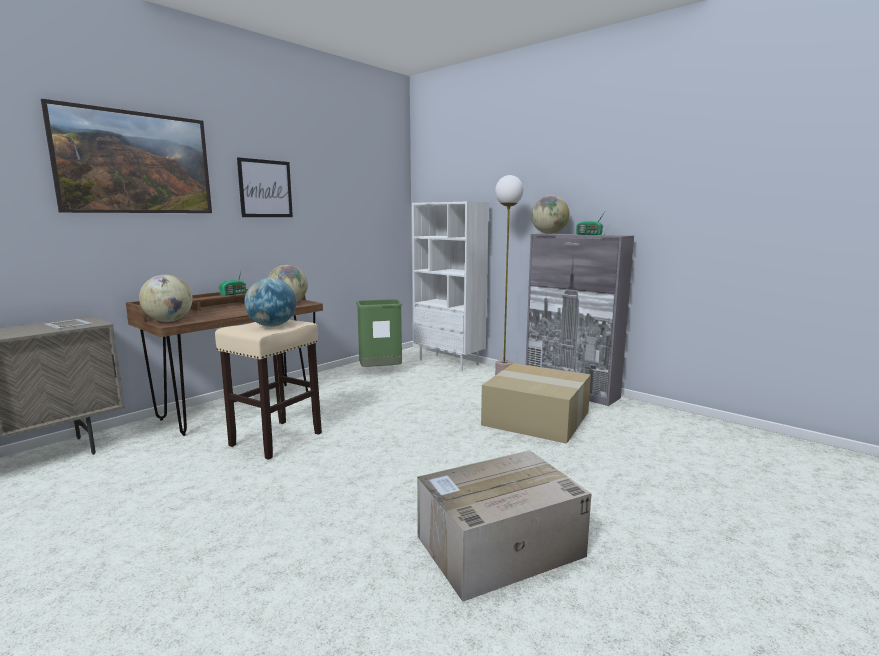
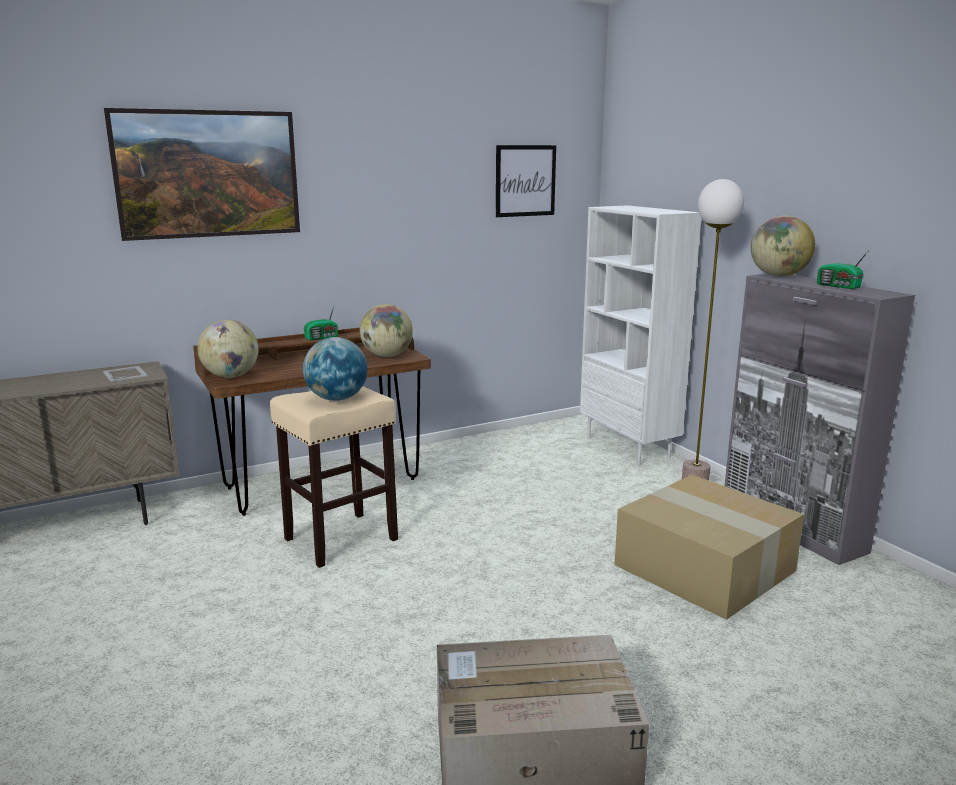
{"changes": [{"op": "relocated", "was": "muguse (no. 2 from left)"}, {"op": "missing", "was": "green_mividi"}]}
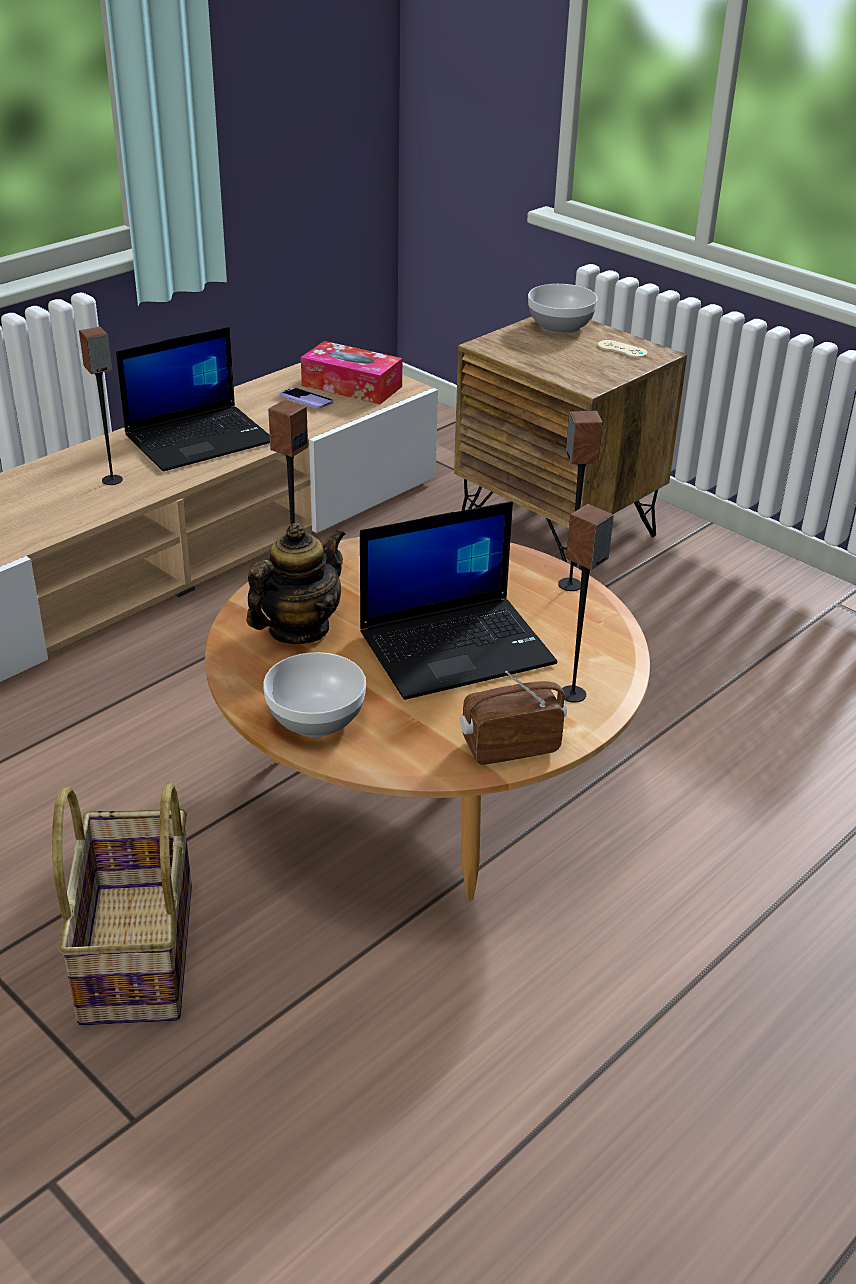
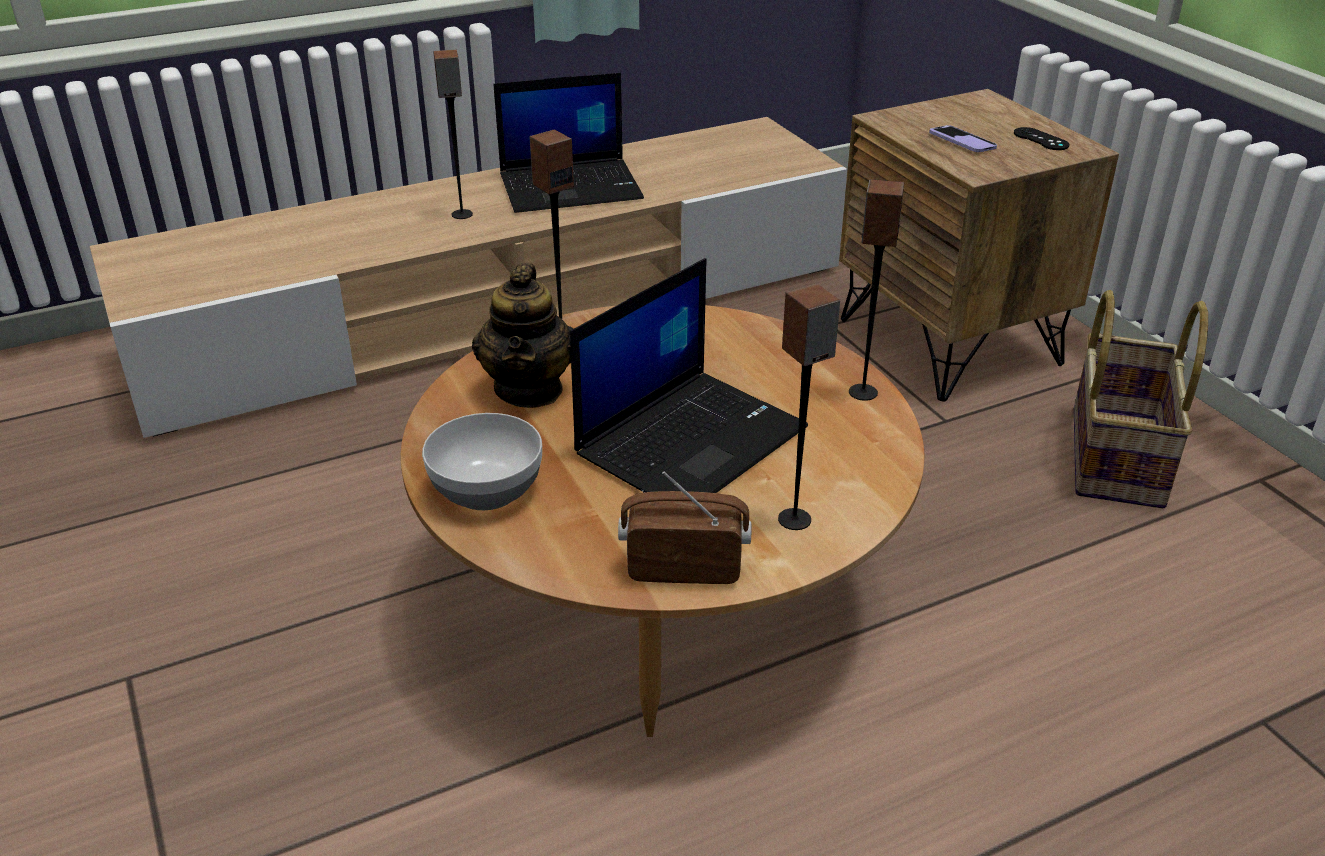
{"changes": [{"op": "spun", "was": "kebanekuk", "clockwise": 120}, {"op": "spun", "was": "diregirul (no. 2 from left)", "clockwise": -45}, {"op": "relocated", "was": "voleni"}, {"op": "colour", "was": "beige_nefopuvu", "now": "black_nefopuvu"}, {"op": "relocated", "was": "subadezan"}, {"op": "missing", "was": "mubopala"}, {"op": "missing", "was": "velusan (no. 2 from left)"}]}
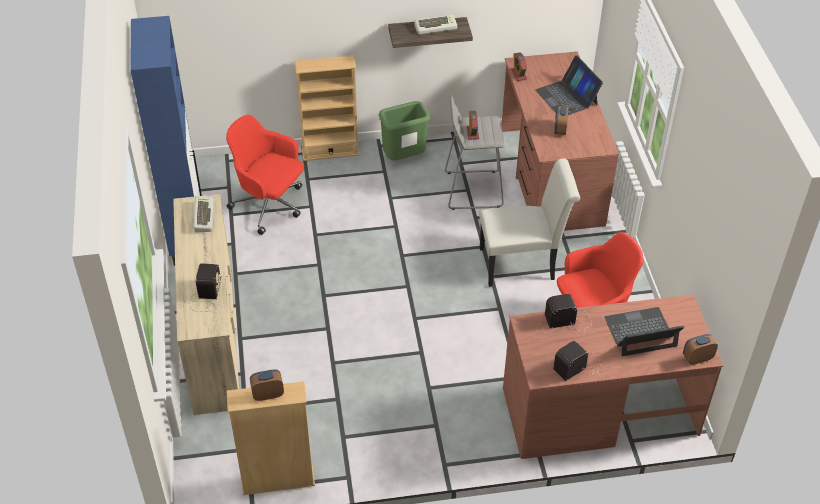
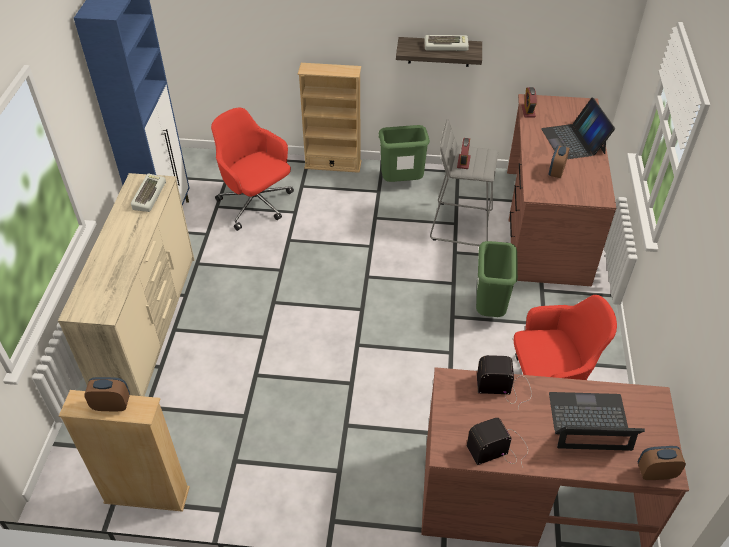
{"changes": [{"op": "exchanged", "was": "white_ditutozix", "now": "green_mividi (no. 2 from left)"}, {"op": "missing", "was": "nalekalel (no. 1 from left)"}]}
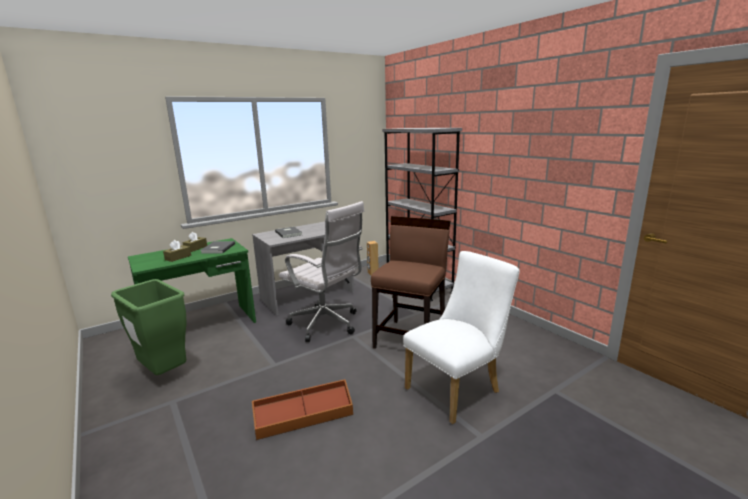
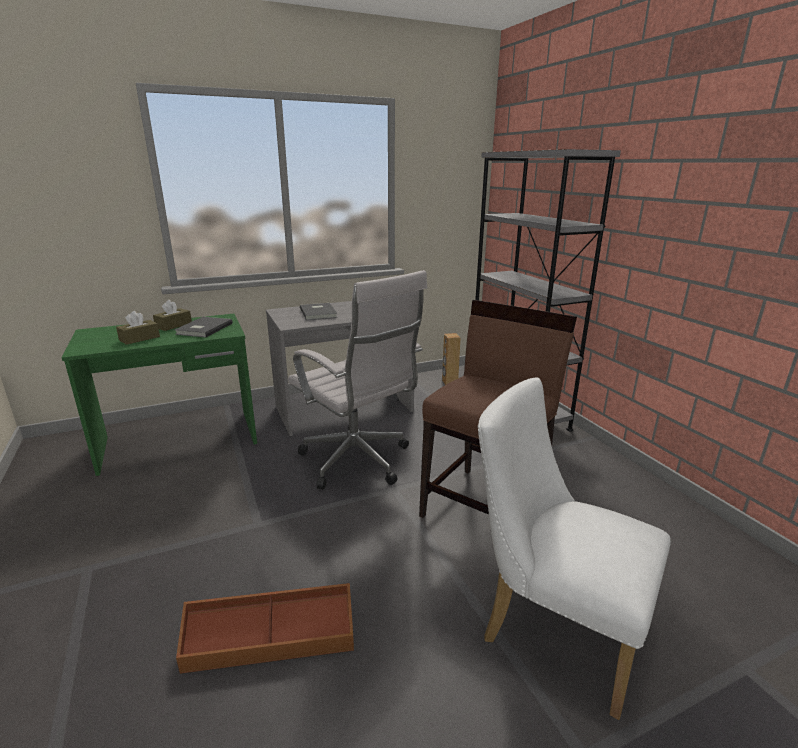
{"changes": [{"op": "spun", "was": "white_ditutozix", "clockwise": -120}, {"op": "missing", "was": "green_mividi"}]}
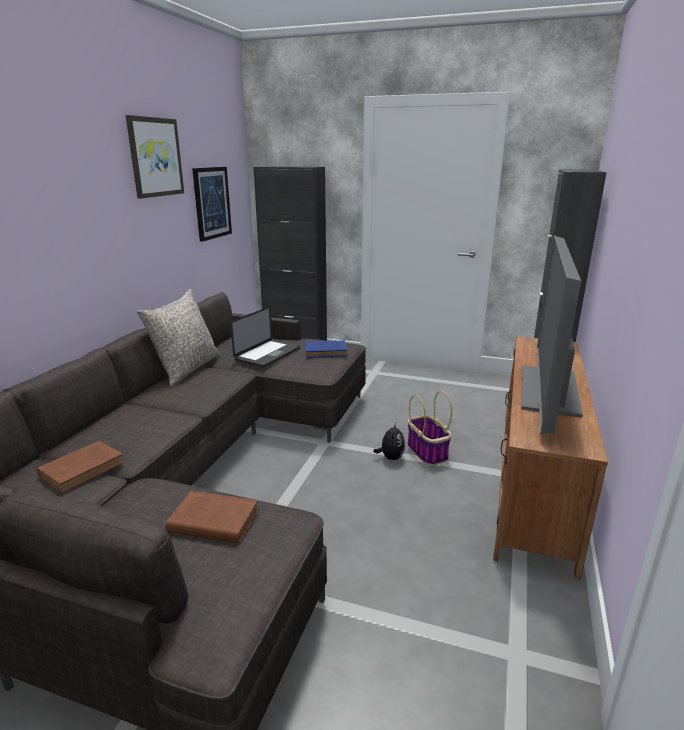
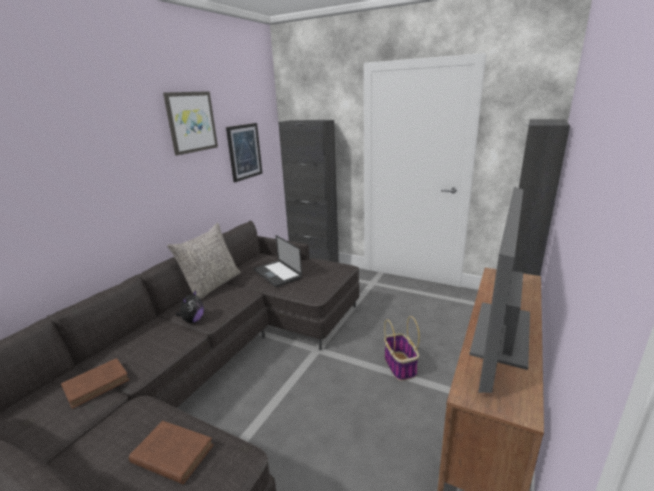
{"changes": [{"op": "relocated", "was": "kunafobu"}, {"op": "spun", "was": "diregirul", "clockwise": 105}, {"op": "missing", "was": "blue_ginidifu"}]}
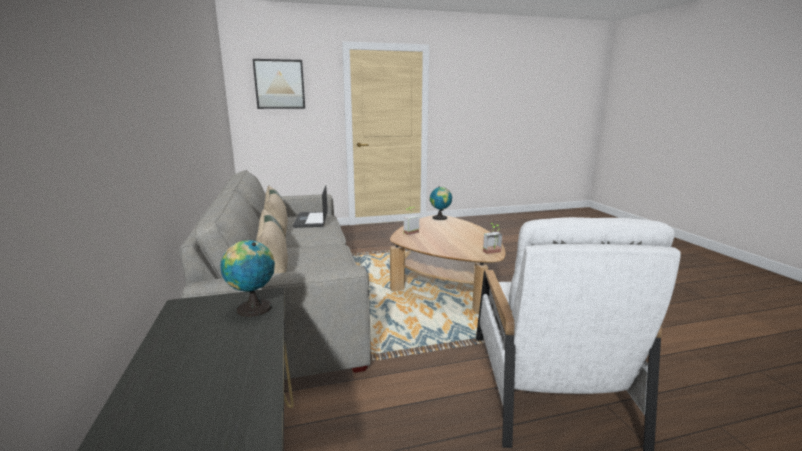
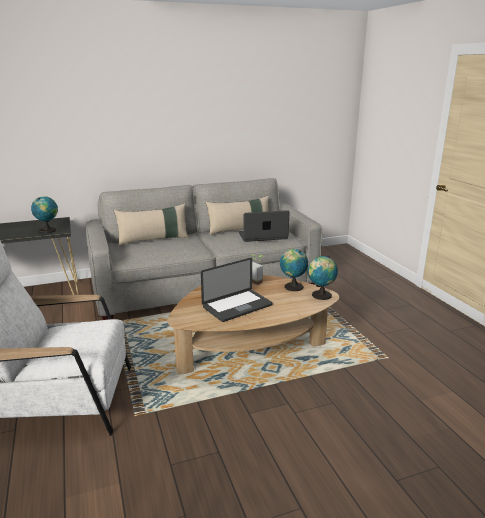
{"changes": [{"op": "appeared", "now": "diregirul (no. 1 from left)"}, {"op": "appeared", "now": "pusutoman (no. 2 from left)"}, {"op": "missing", "was": "muguse"}, {"op": "missing", "was": "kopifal (no. 2 from left)"}]}
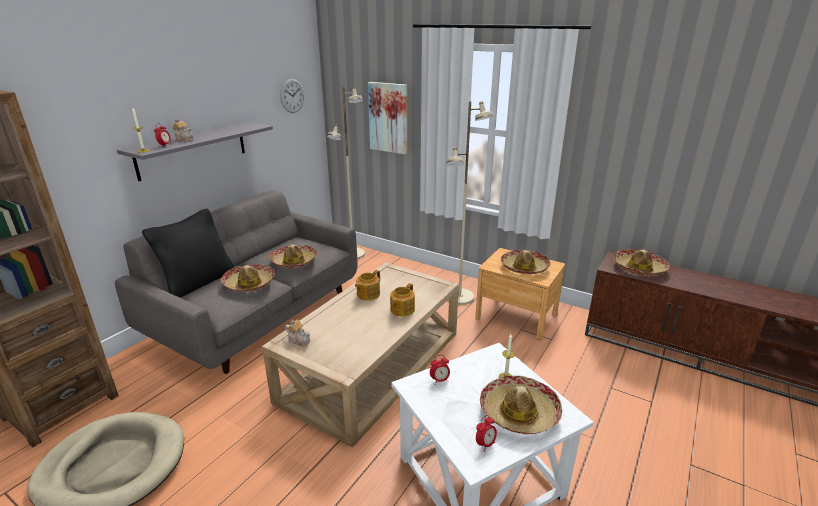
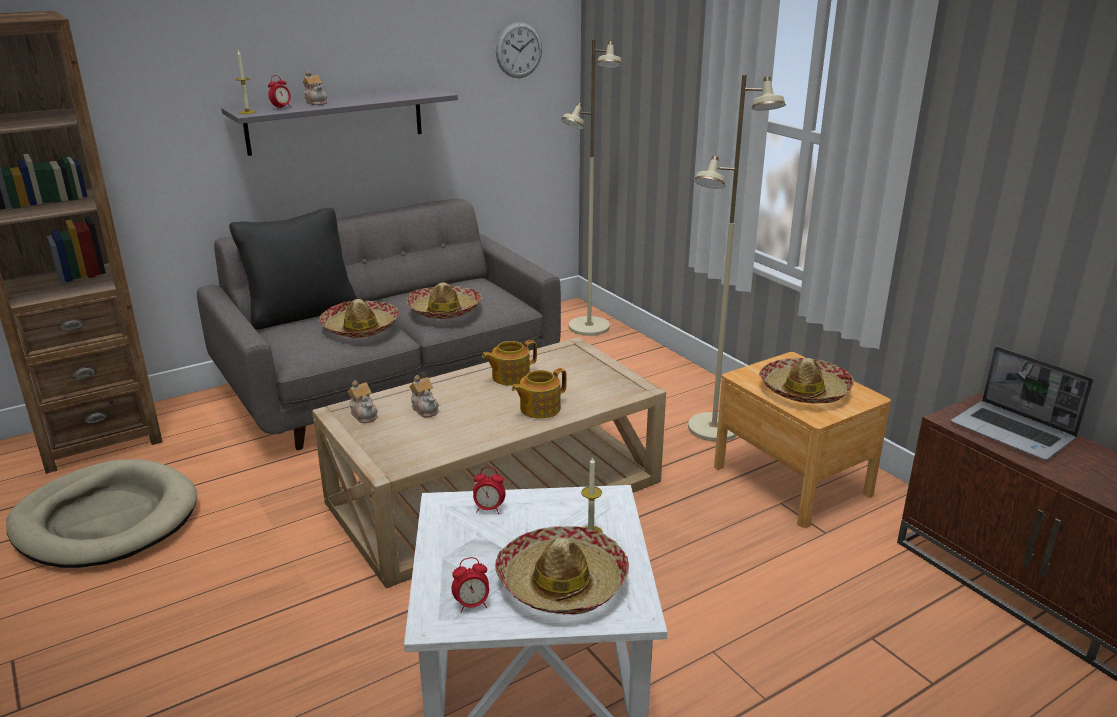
{"changes": [{"op": "appeared", "now": "kebanekuk (no. 3 from left)"}, {"op": "exchanged", "was": "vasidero (no. 5 from left)", "now": "diregirul"}, {"op": "missing", "was": "muguse"}]}
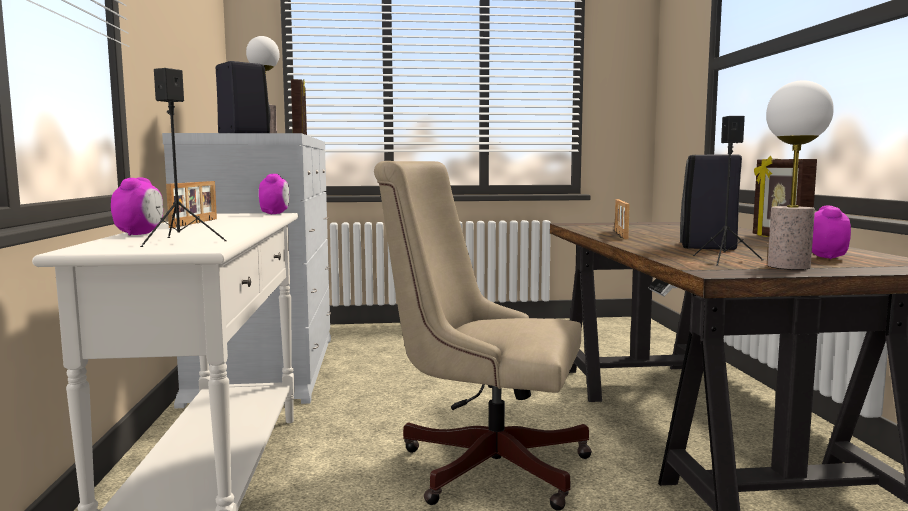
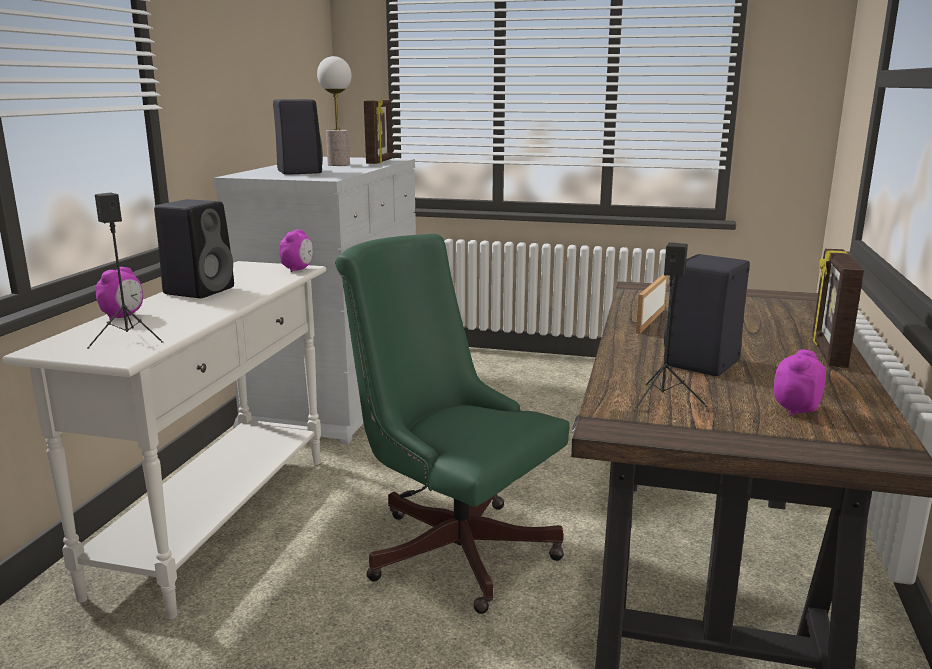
{"changes": [{"op": "exchanged", "was": "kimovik (no. 1 from left)", "now": "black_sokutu (no. 2 from left)"}, {"op": "colour", "was": "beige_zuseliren", "now": "green_zuseliren"}, {"op": "missing", "was": "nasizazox (no. 2 from left)"}]}
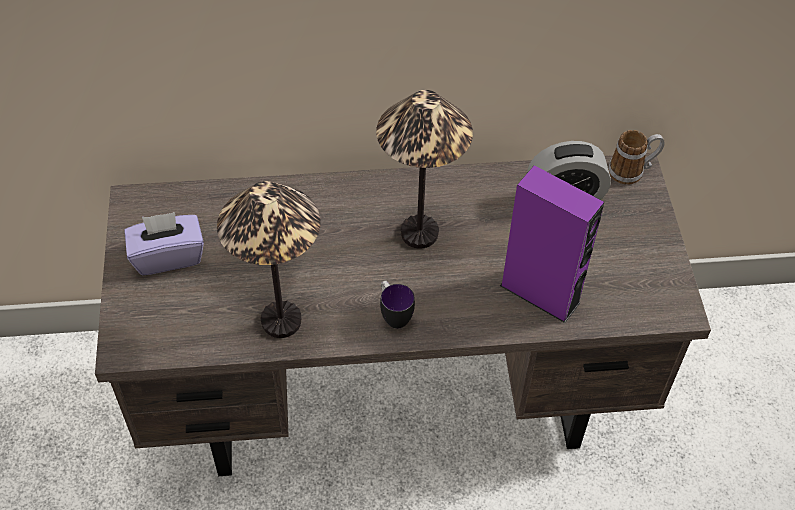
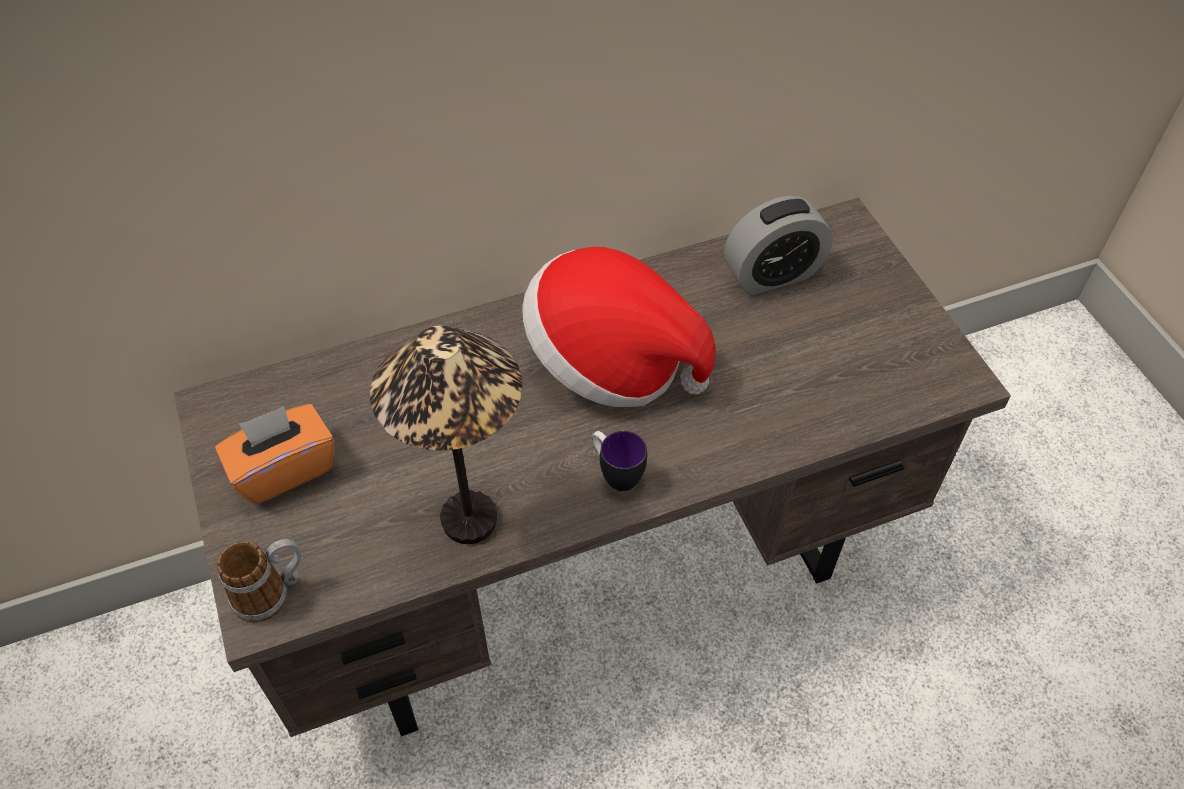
{"changes": [{"op": "colour", "was": "purple_mubopala", "now": "orange_mubopala"}, {"op": "relocated", "was": "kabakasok (no. 2 from left in the first image)", "now": "kabakasok (no. 1 from left)"}, {"op": "exchanged", "was": "nasizazox (no. 2 from left)", "now": "vasidero"}, {"op": "missing", "was": "purple_sokutu"}]}
